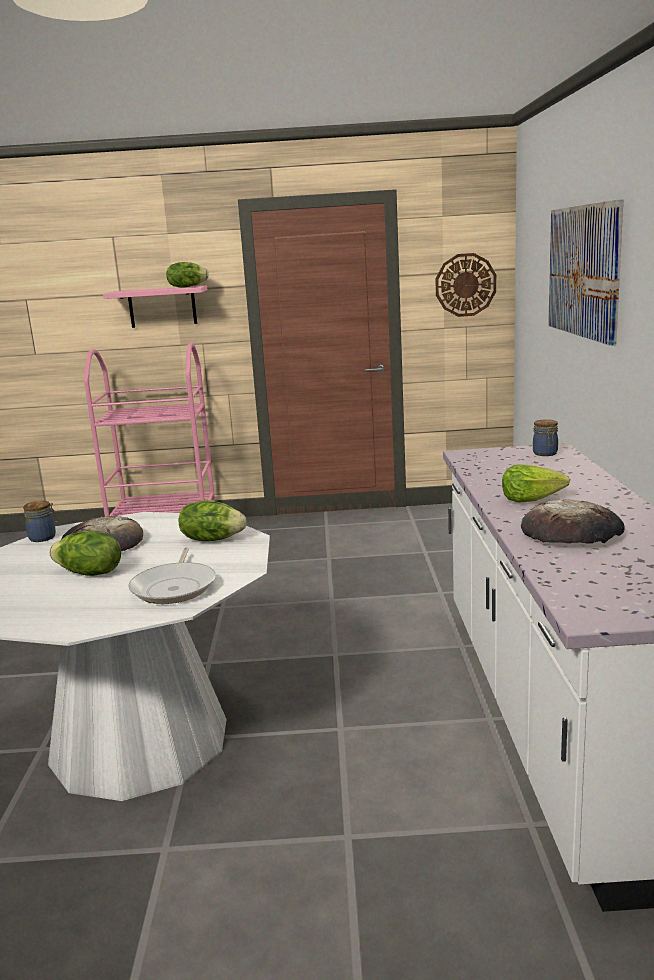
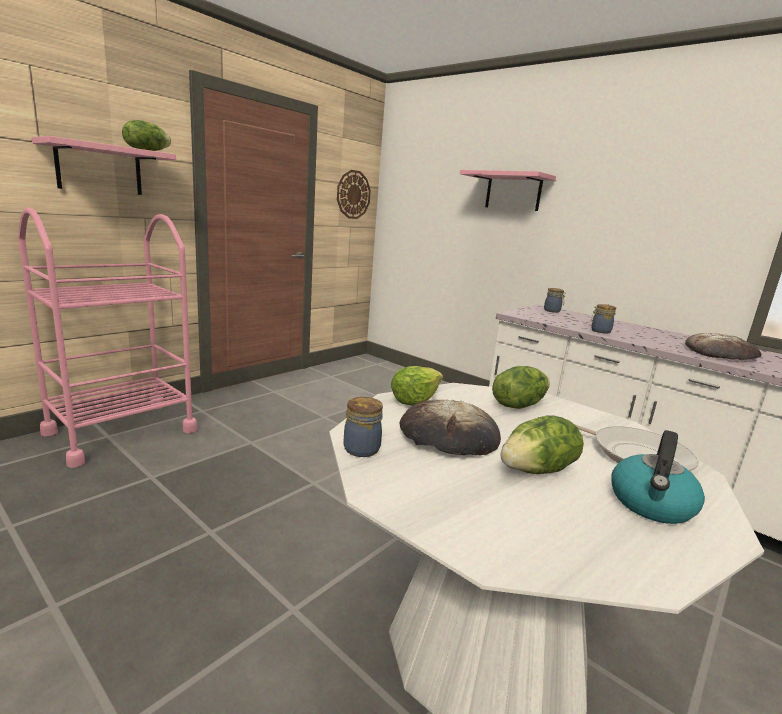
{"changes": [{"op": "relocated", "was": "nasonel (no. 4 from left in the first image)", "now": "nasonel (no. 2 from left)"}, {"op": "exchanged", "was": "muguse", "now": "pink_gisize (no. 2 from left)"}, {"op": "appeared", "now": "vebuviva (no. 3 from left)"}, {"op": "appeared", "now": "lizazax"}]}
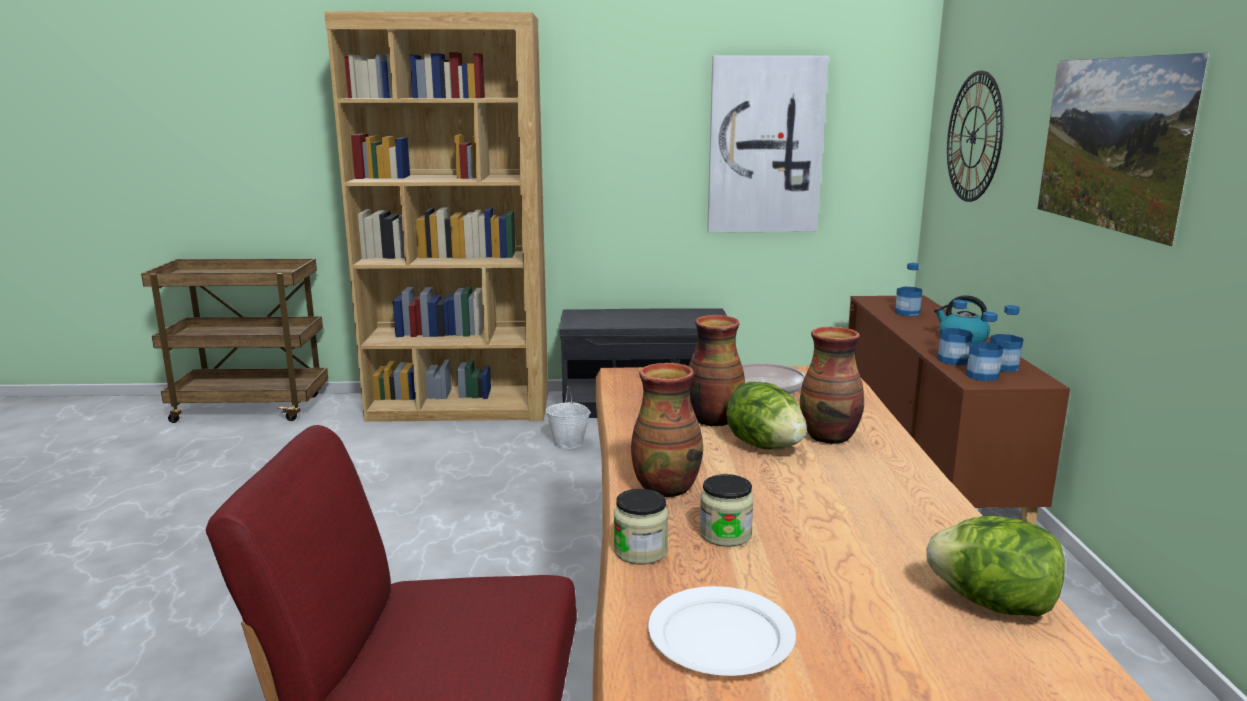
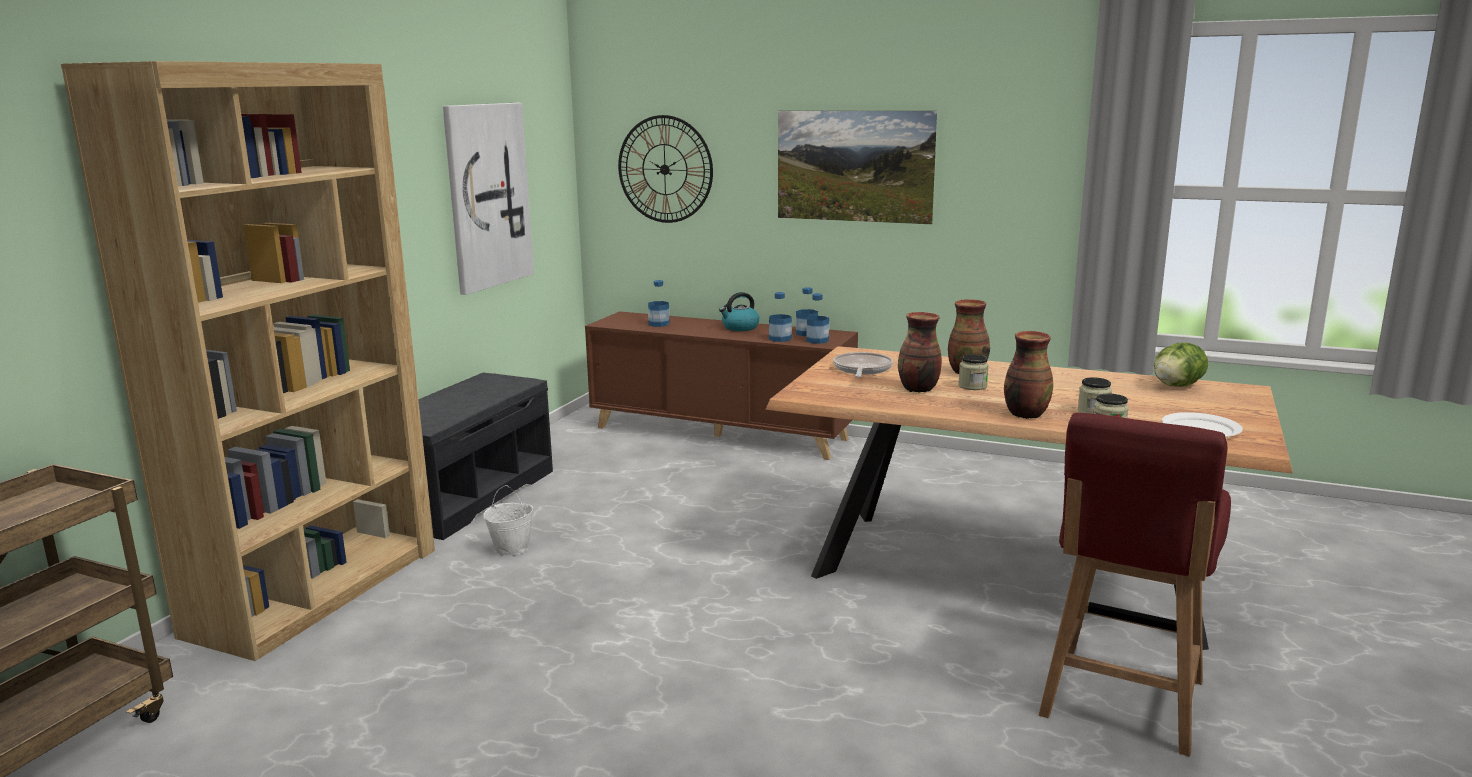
{"changes": [{"op": "exchanged", "was": "nasonel (no. 1 from left)", "now": "vebuviva (no. 1 from left)"}]}
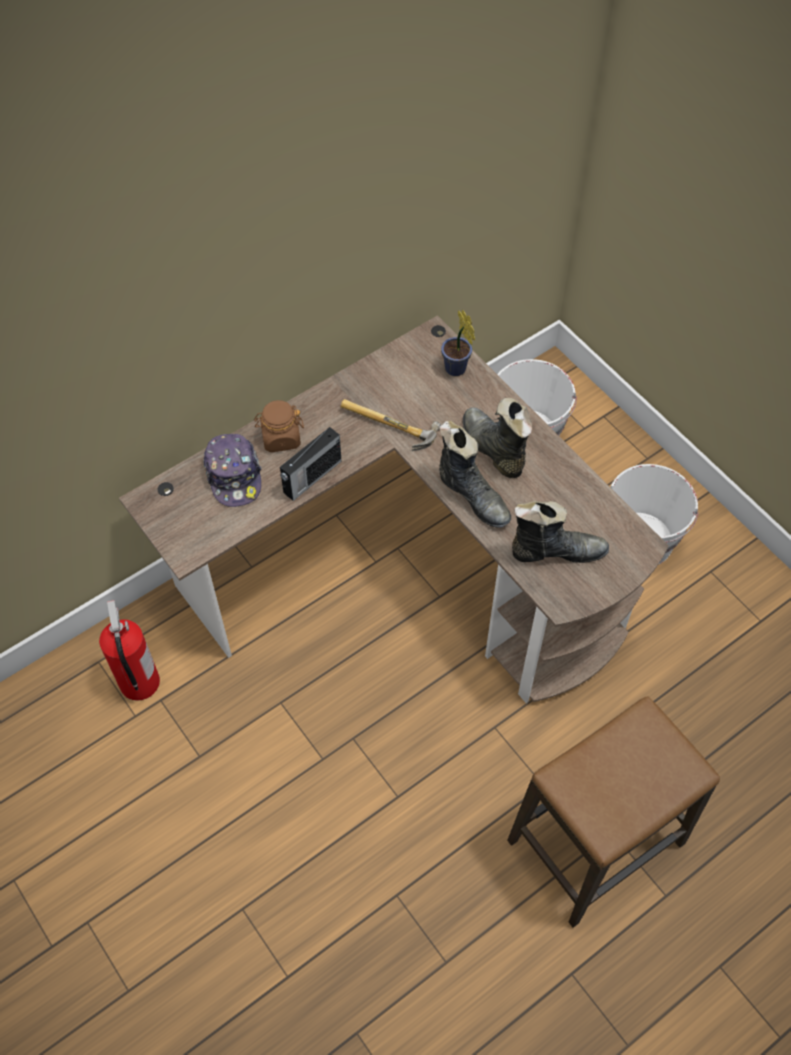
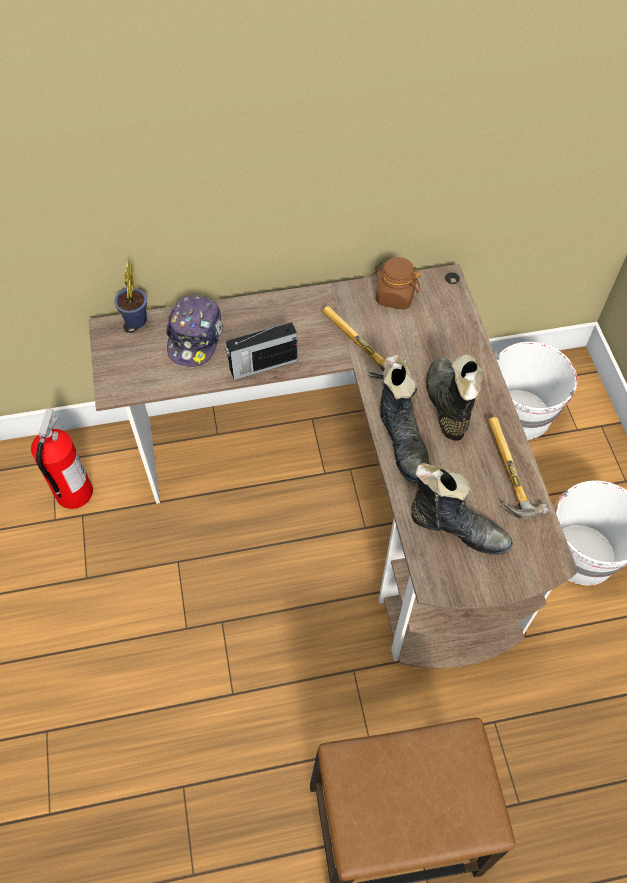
{"changes": [{"op": "relocated", "was": "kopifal"}, {"op": "relocated", "was": "brown_vebuviva"}, {"op": "appeared", "now": "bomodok (no. 2 from left)"}]}
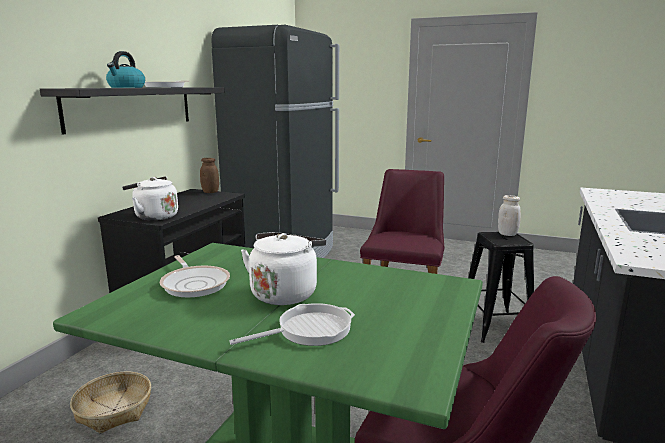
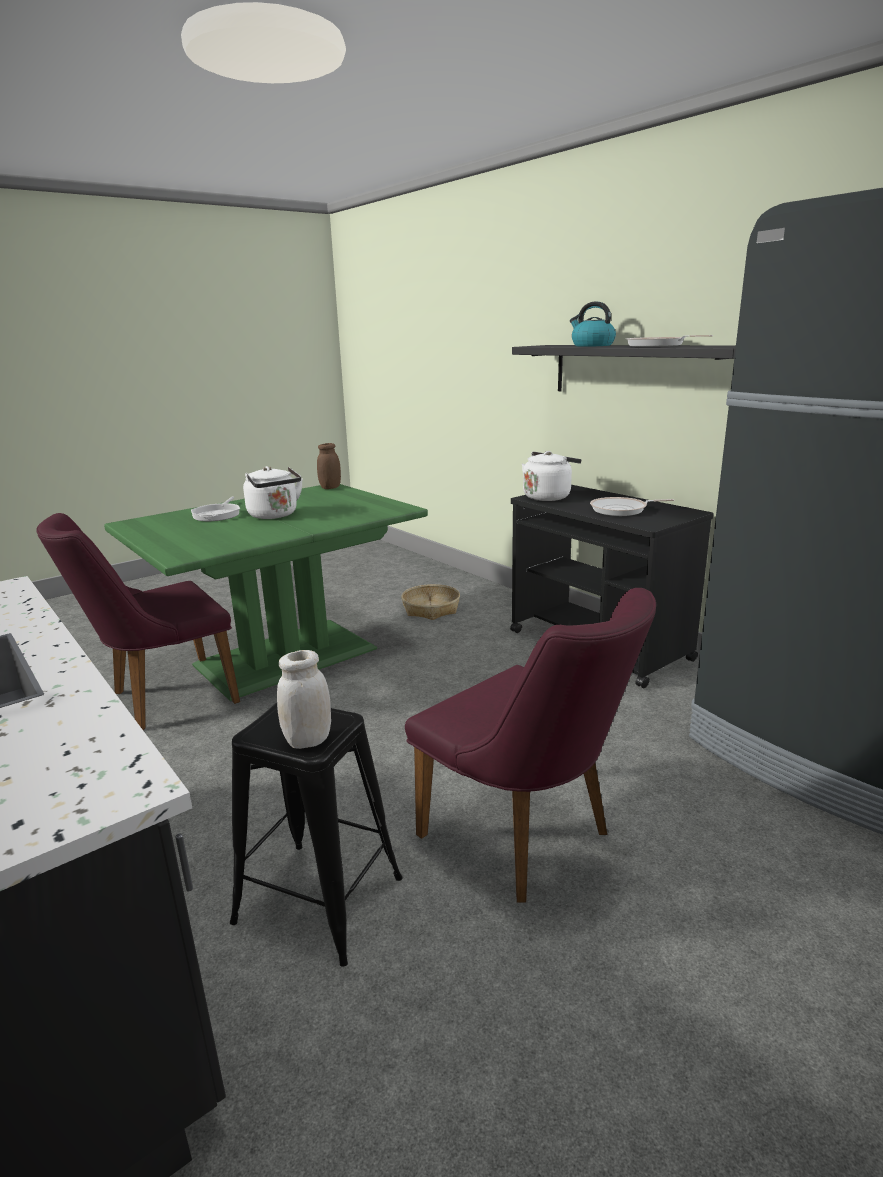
{"changes": [{"op": "relocated", "was": "brown_vebuviva"}, {"op": "relocated", "was": "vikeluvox (no. 2 from left)"}]}
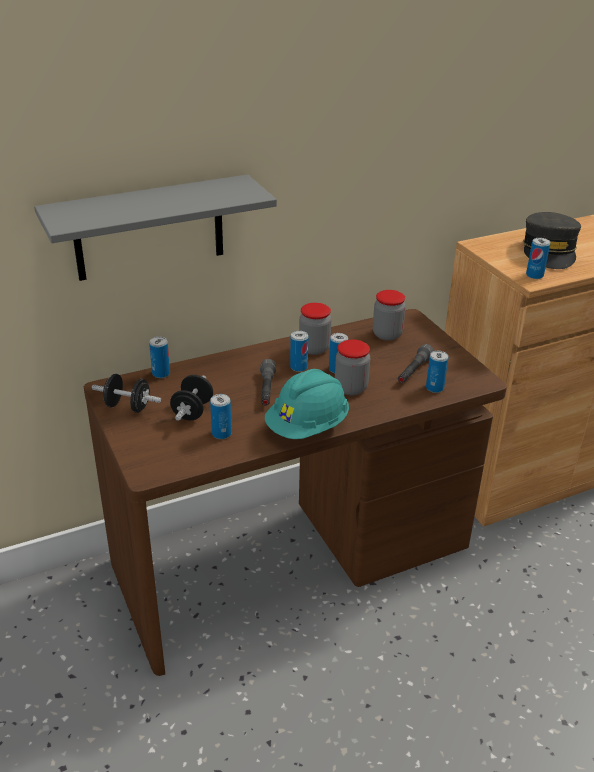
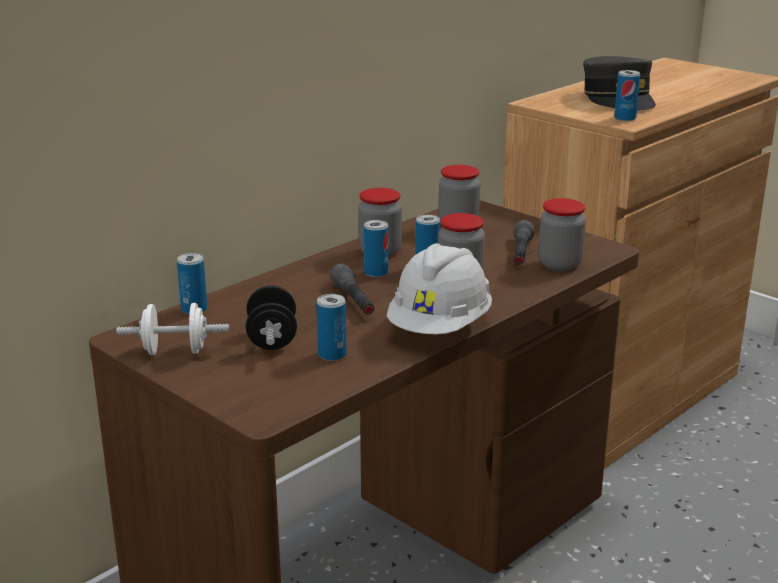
{"changes": [{"op": "colour", "was": "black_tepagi (no. 1 from left)", "now": "white_tepagi"}, {"op": "colour", "was": "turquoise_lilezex", "now": "white_lilezex"}, {"op": "exchanged", "was": "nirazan (no. 5 from left)", "now": "vebuviva (no. 4 from left)"}, {"op": "missing", "was": "grey_gisize"}]}
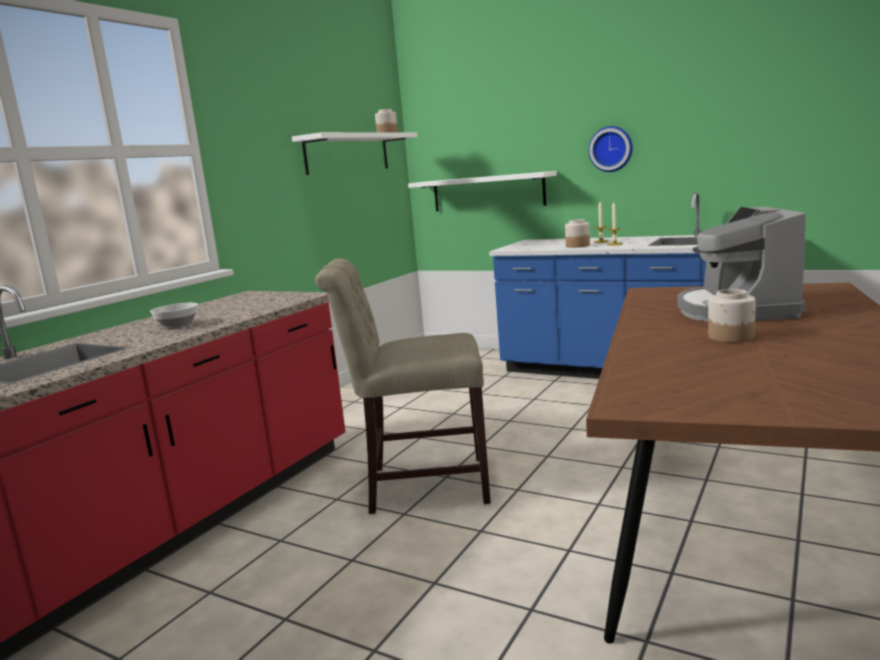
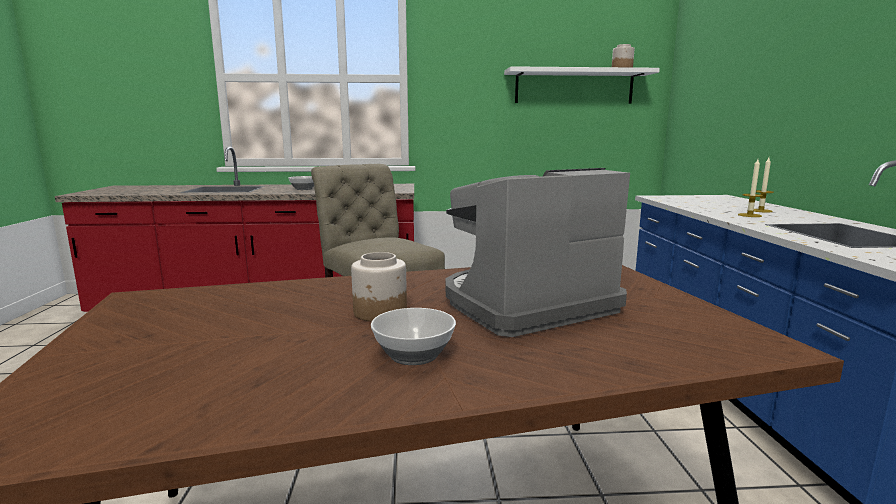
{"changes": [{"op": "appeared", "now": "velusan (no. 2 from left)"}, {"op": "missing", "was": "white_gisize (no. 2 from left)"}, {"op": "missing", "was": "vebuviva (no. 2 from left)"}, {"op": "missing", "was": "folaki"}]}
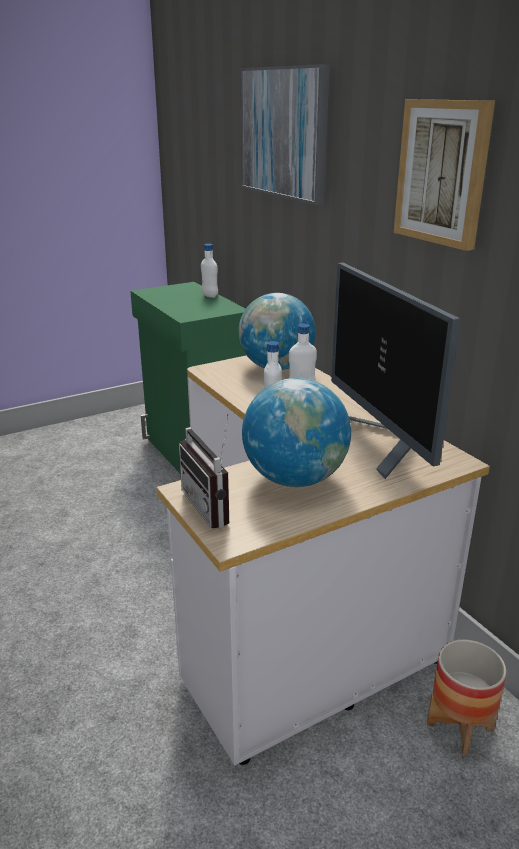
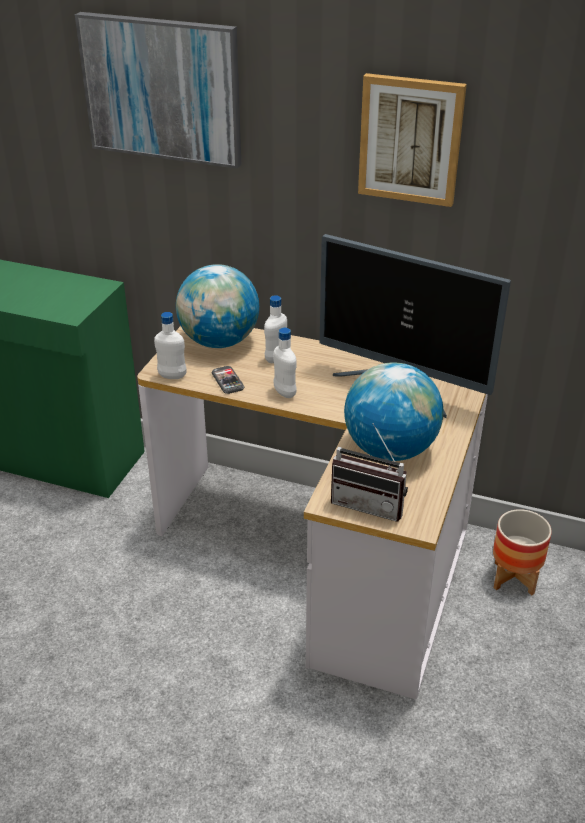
{"changes": [{"op": "relocated", "was": "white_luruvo (no. 1 from left)"}, {"op": "appeared", "now": "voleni"}]}
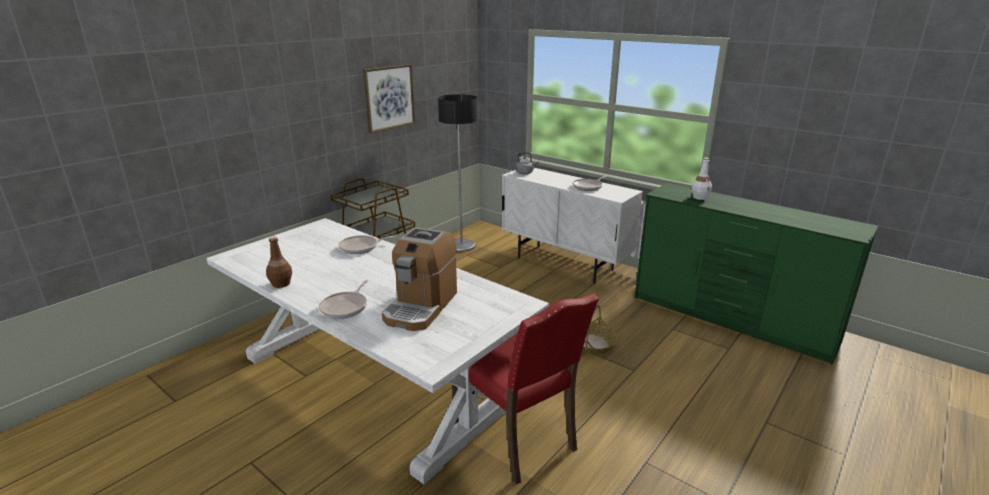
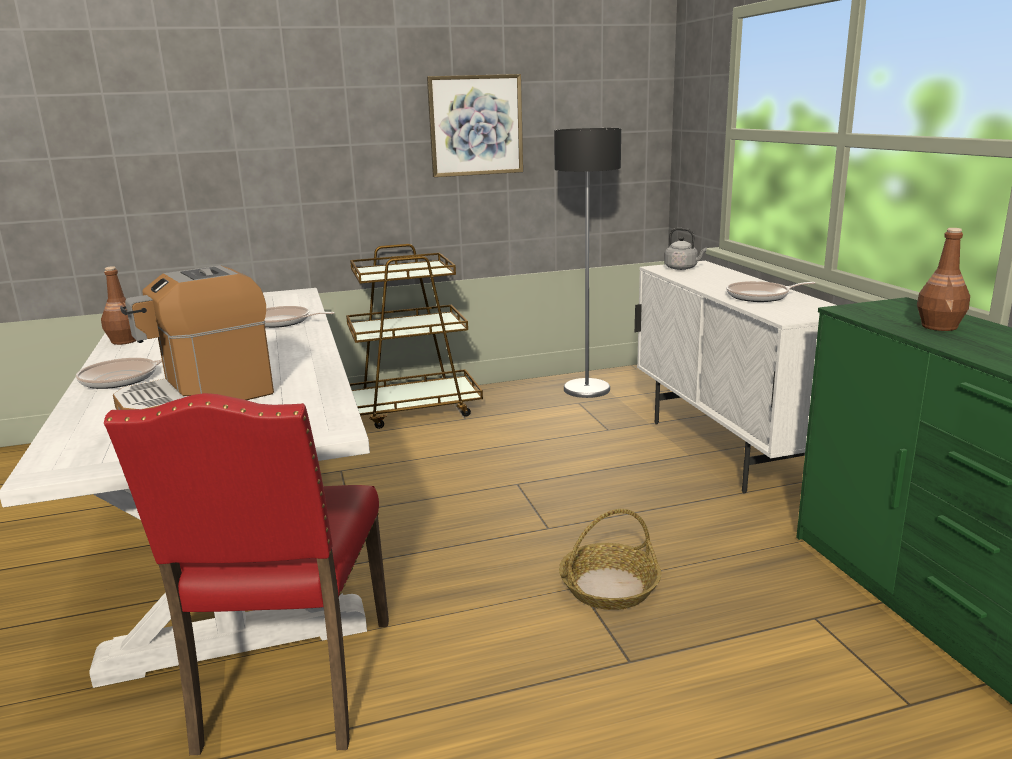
{"changes": [{"op": "colour", "was": "white_luruvo", "now": "brown_luruvo (no. 2 from left)"}]}
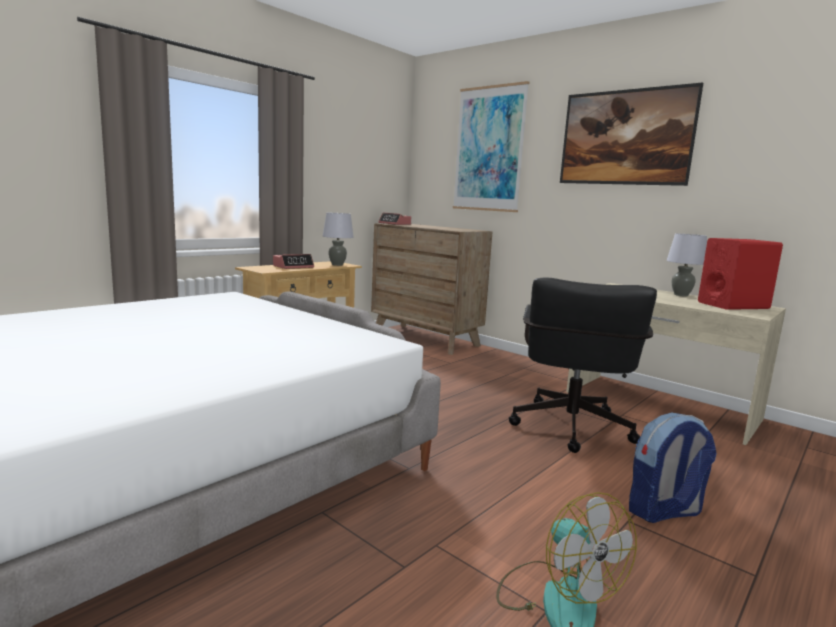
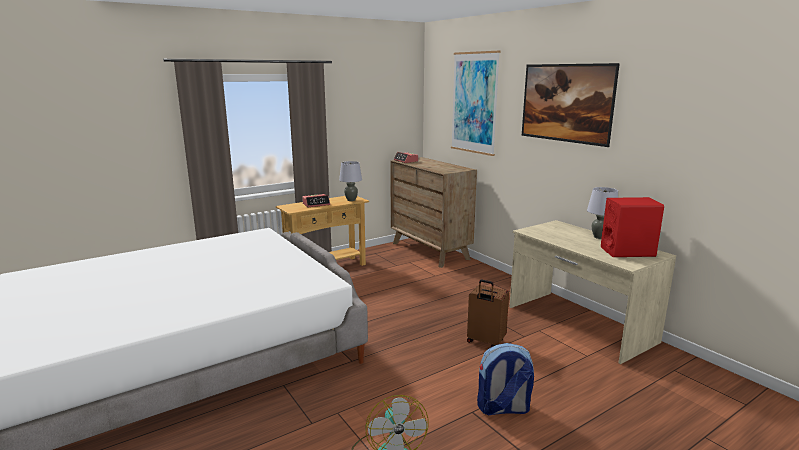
{"changes": [{"op": "exchanged", "was": "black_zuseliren", "now": "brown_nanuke"}]}
